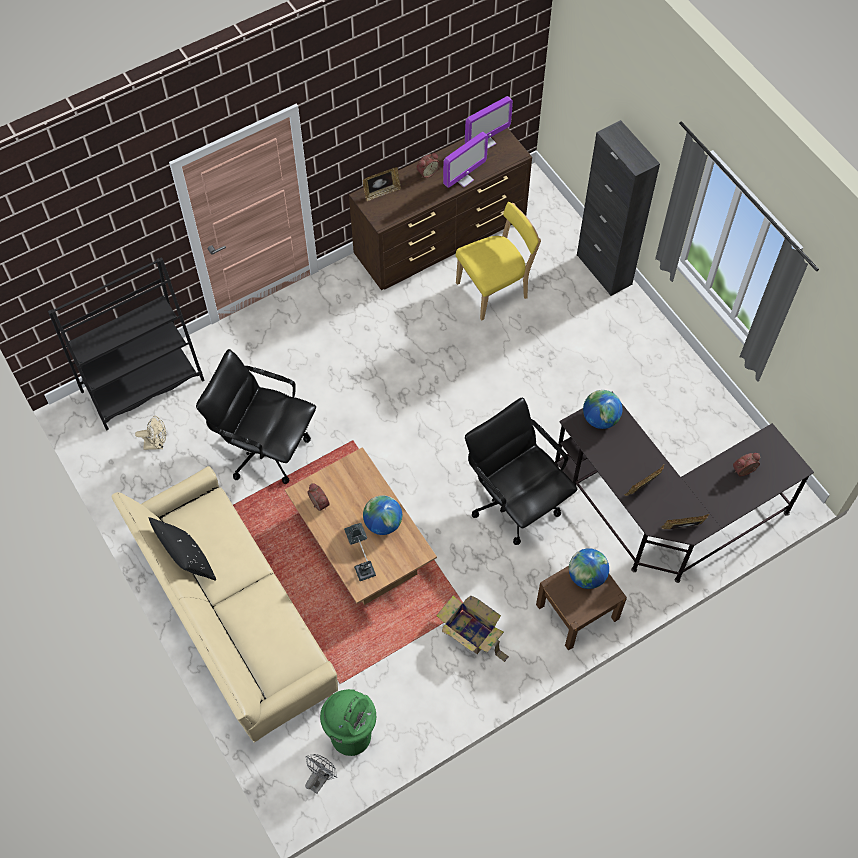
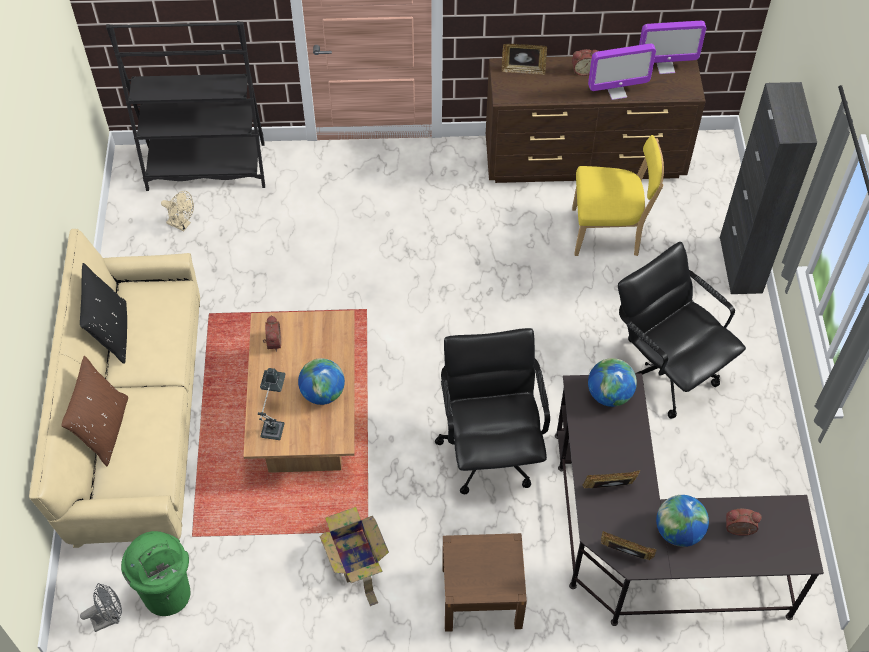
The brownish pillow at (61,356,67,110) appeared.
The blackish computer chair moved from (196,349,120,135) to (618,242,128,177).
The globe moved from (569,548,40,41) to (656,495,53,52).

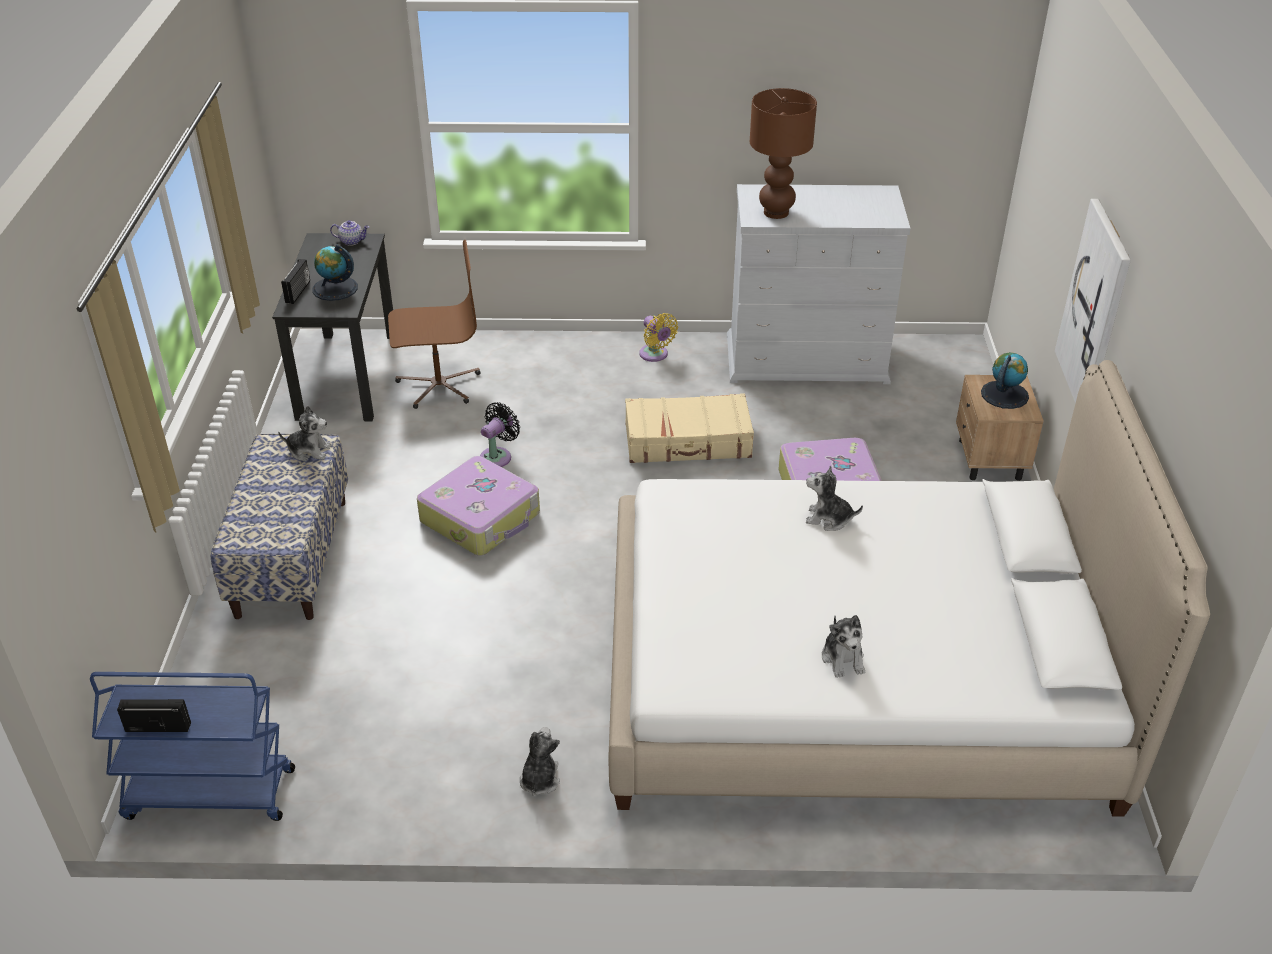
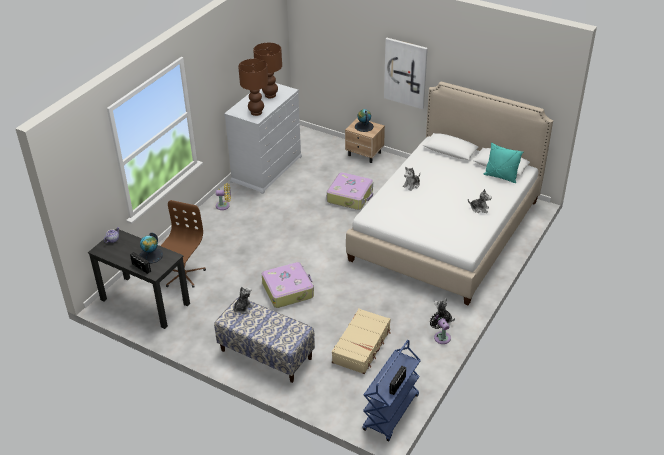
The brownish table lamp at (253,43,29,55) appeared.
The blue-green pillow at (483,143,40,40) appeared.
The blackish electric fan moved from (480,402,40,65) to (430,310,21,34).
The sand-coloured suitcase moved from (625,393,129,70) to (332,309,59,65).

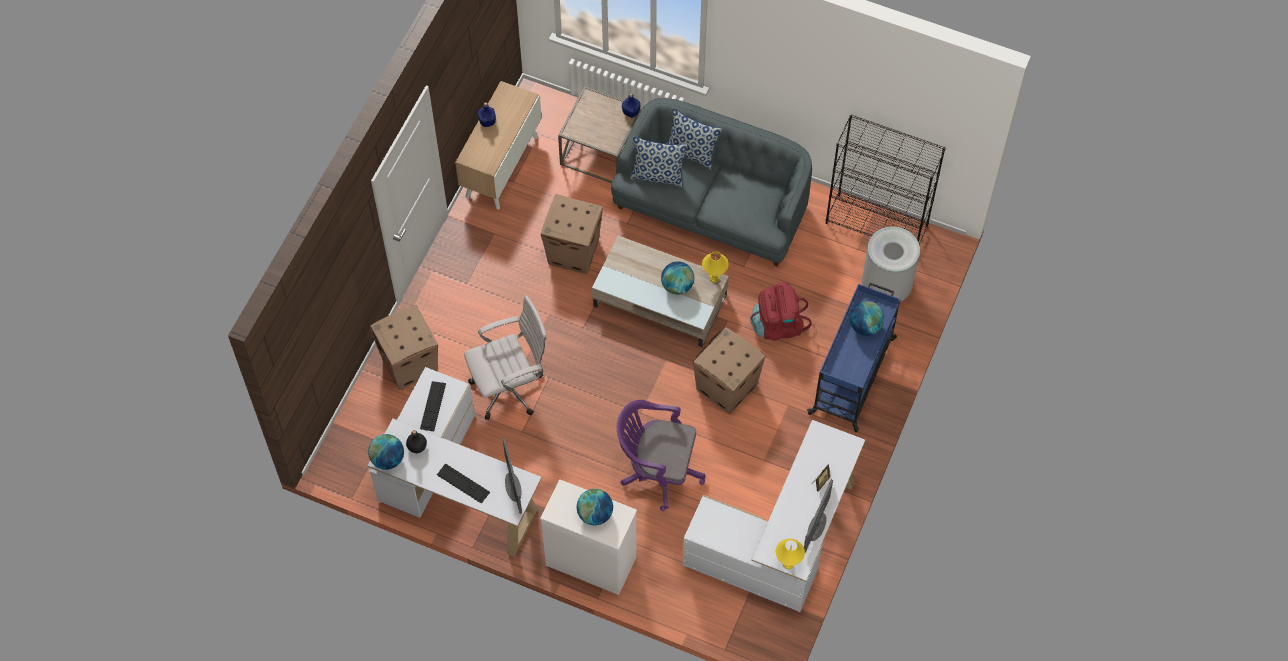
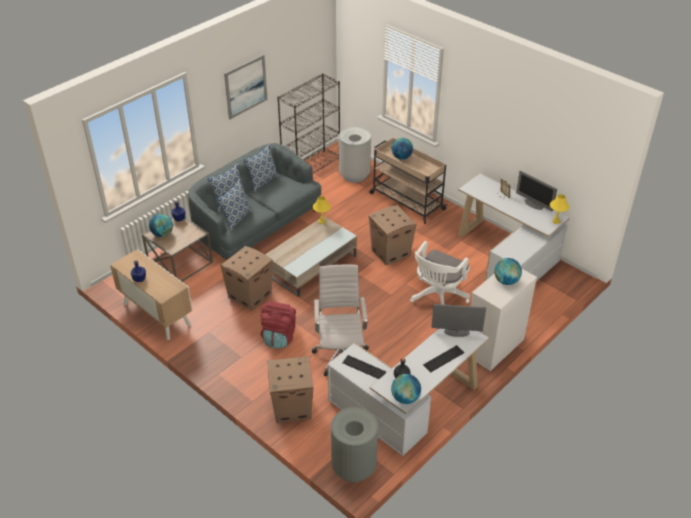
The wall picture at (224,54,43,65) appeared.
The pillow at (243,144,37,48) appeared.
The gray waste bin at (331,407,47,75) appeared.
The globe moved from (661,261,33,34) to (149,214,24,23).
The red-coloured knapsack moved from (750,282,62,59) to (260,301,36,48).
The purple-coloured computer chair at (617,400,88,111) became the whitish computer chair at (410,241,60,64).
The blue-coloured cart at (807,283,94,149) became the sand-coloured cart at (369,138,78,86).

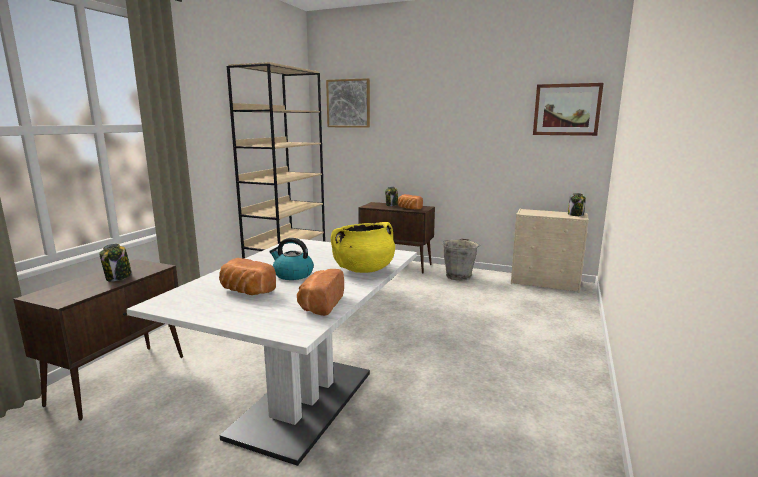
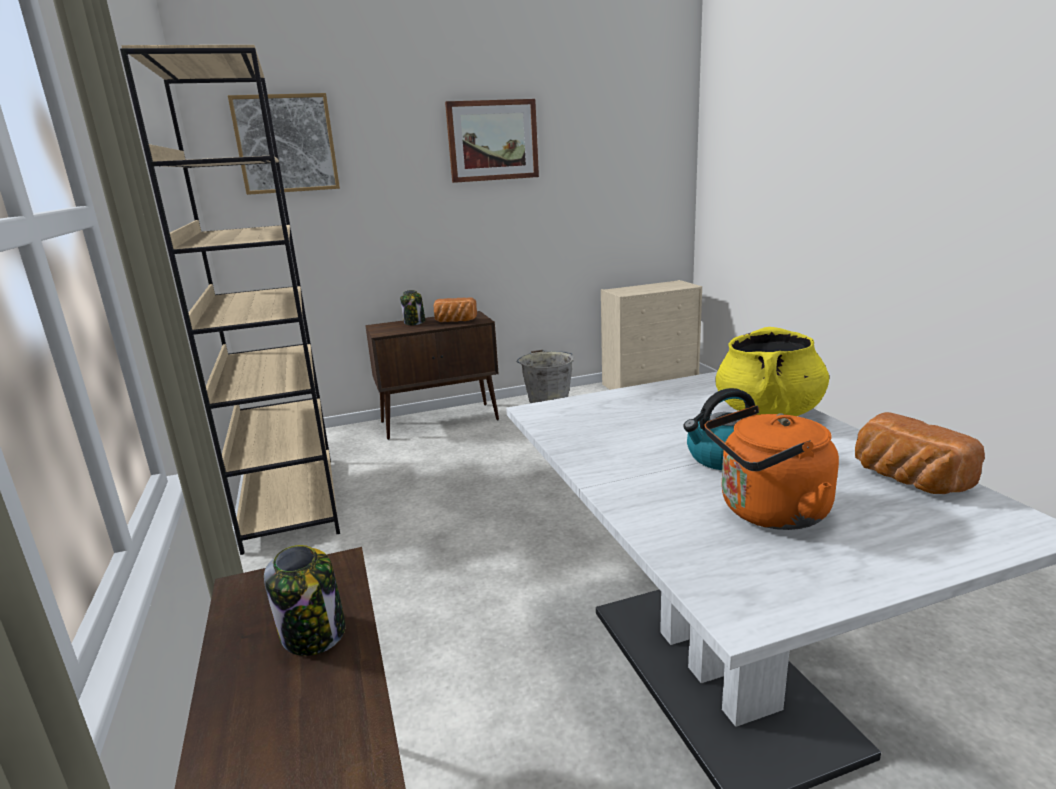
The preserve jar at (568,193,18,23) disappeared.
The wall picture moved from (533,83,71,53) to (445,99,94,84).
The bakery bread at (219,258,57,37) was replaced by the orange tea kettle at (705,405,134,125).

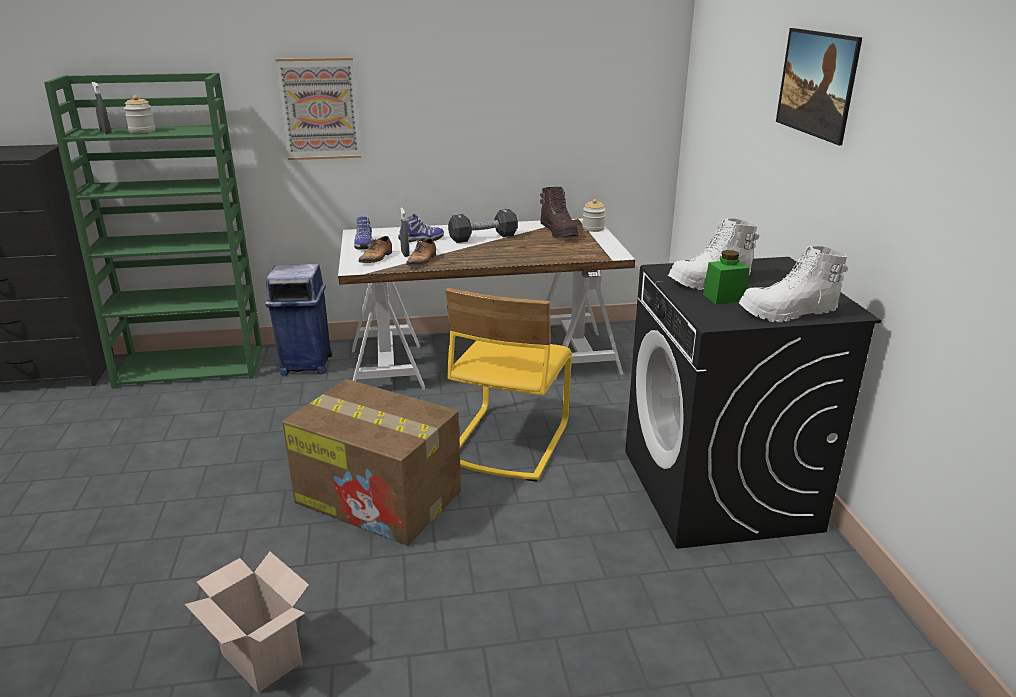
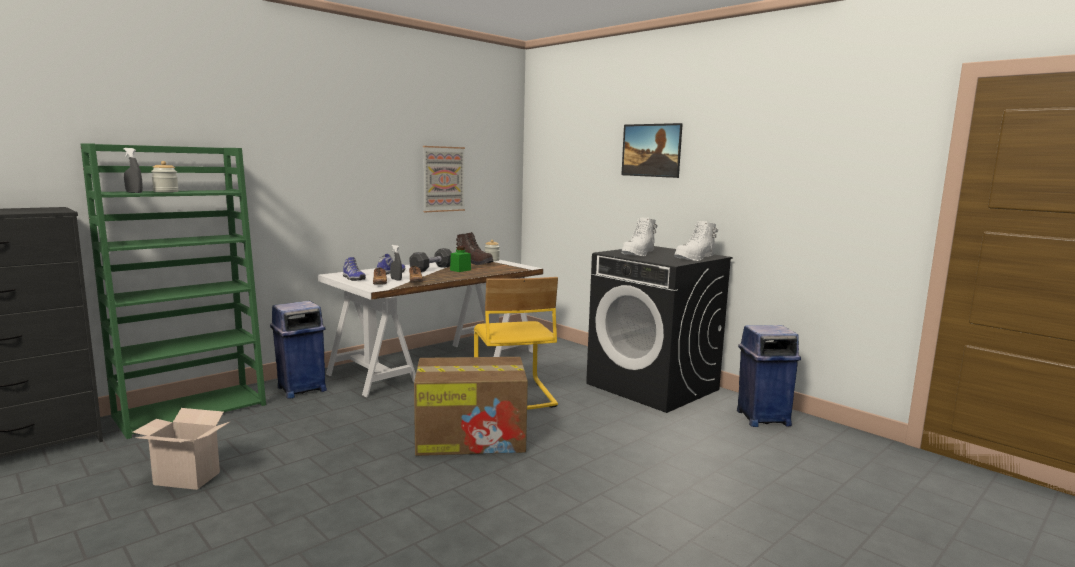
The blue-coloured waste bin at (737,325,64,102) appeared.
The cardboard box moved from (185,552,124,141) to (133,408,96,82).
The wall picture moved from (276,57,85,103) to (423,146,42,66).
The green-coloured preserve jar moved from (703,250,46,54) to (450,247,21,25).

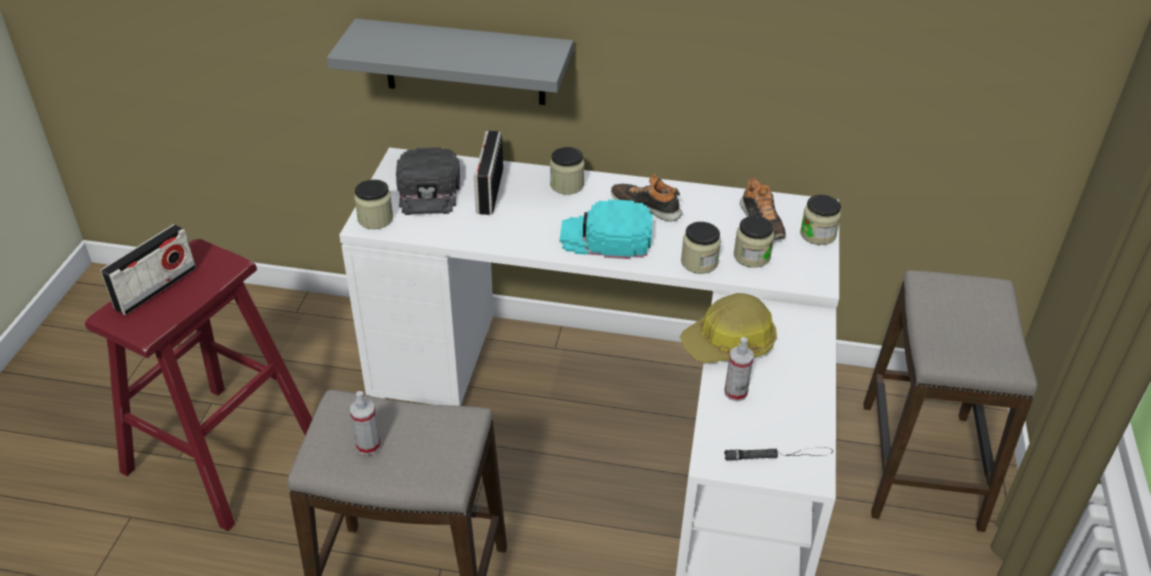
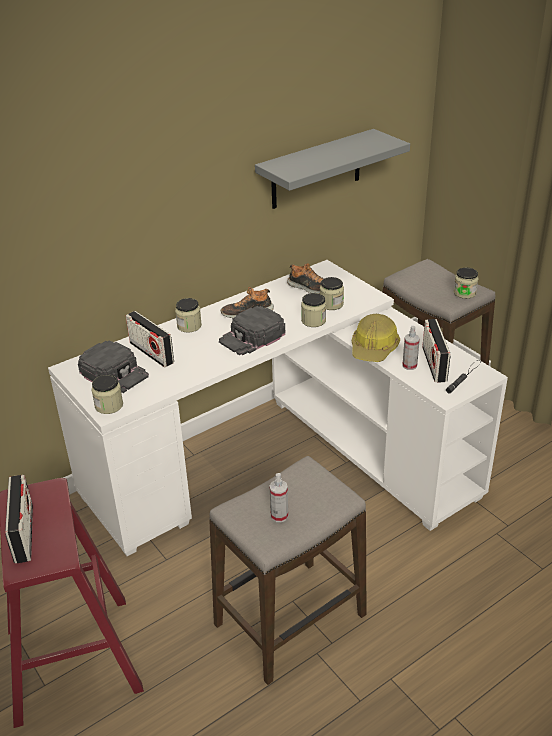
The radio receiver at (422,319,28,64) appeared.
The gray wall shelf moved from (327,18,246,87) to (255,129,155,80).
The preserve jar moved from (800,195,41,50) to (454,268,24,31).
The blue-green cap at (560,199,93,60) became the blackish cap at (219,306,66,49).

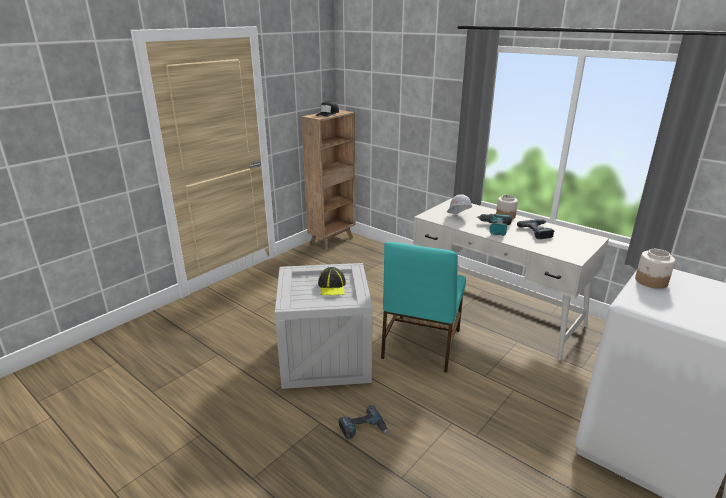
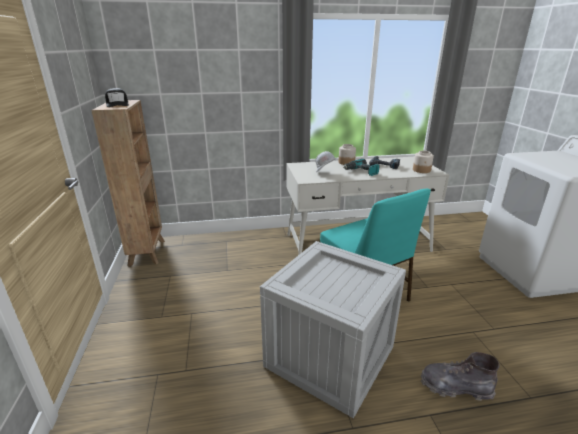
The cap at (318,267,28,28) disappeared.
The preserve jar moved from (635,249,40,40) to (413,151,21,22).
The power drill at (339,405,49,35) was replaced by the gray tall boot at (421,352,78,49).

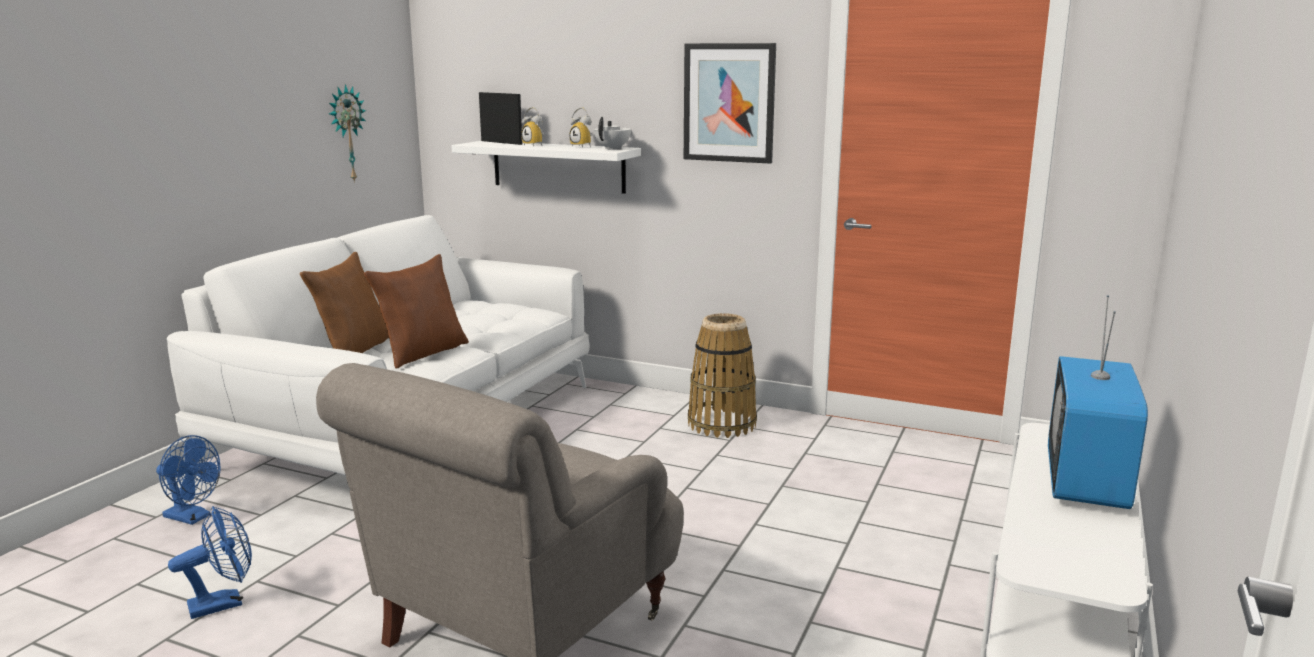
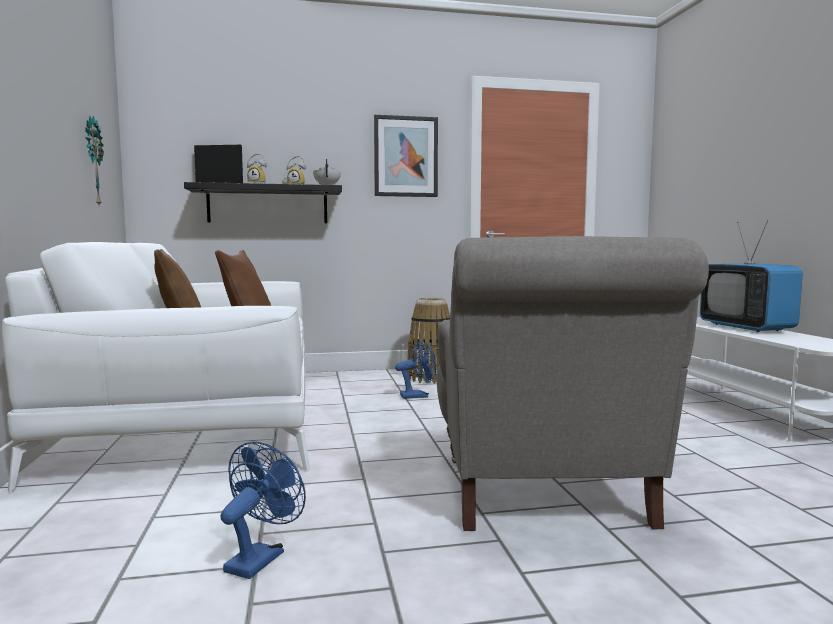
The blue-coloured electric fan moved from (156,435,65,90) to (395,340,41,59).
The whitish wall shelf at (451,141,190,53) became the blackish wall shelf at (184,182,158,41).

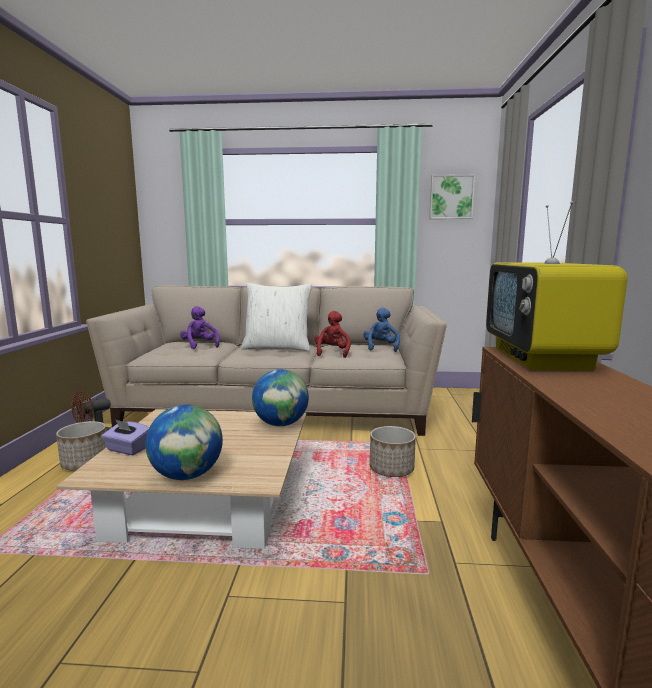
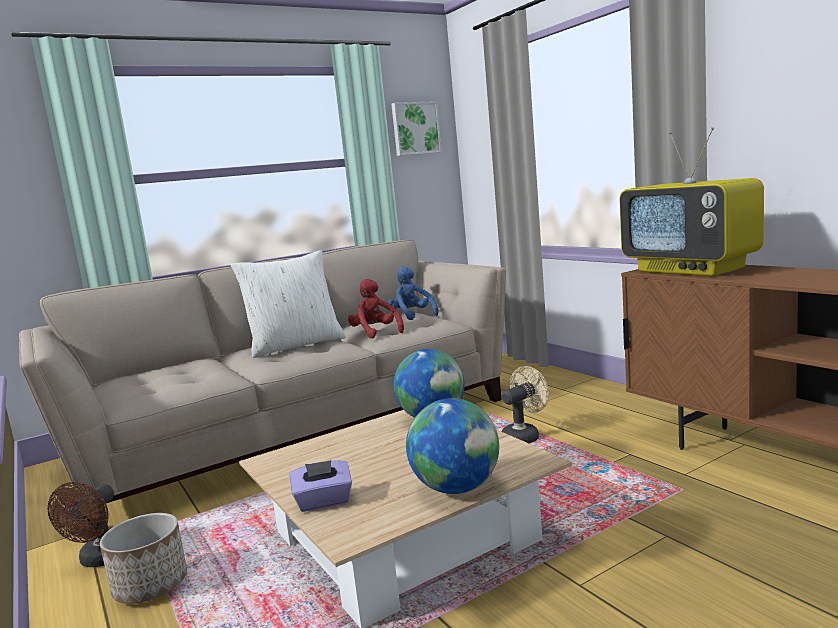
The purple-coloured plush toy at (180,306,40,43) disappeared.
The planter at (370,426,46,51) was replaced by the sand-coloured electric fan at (502,366,47,78).

